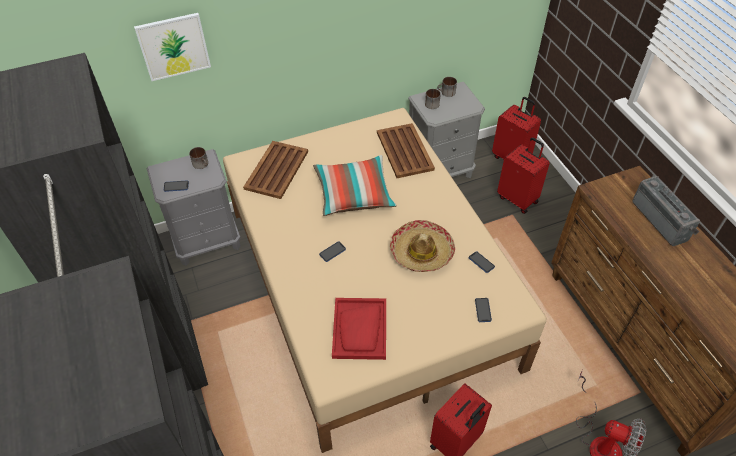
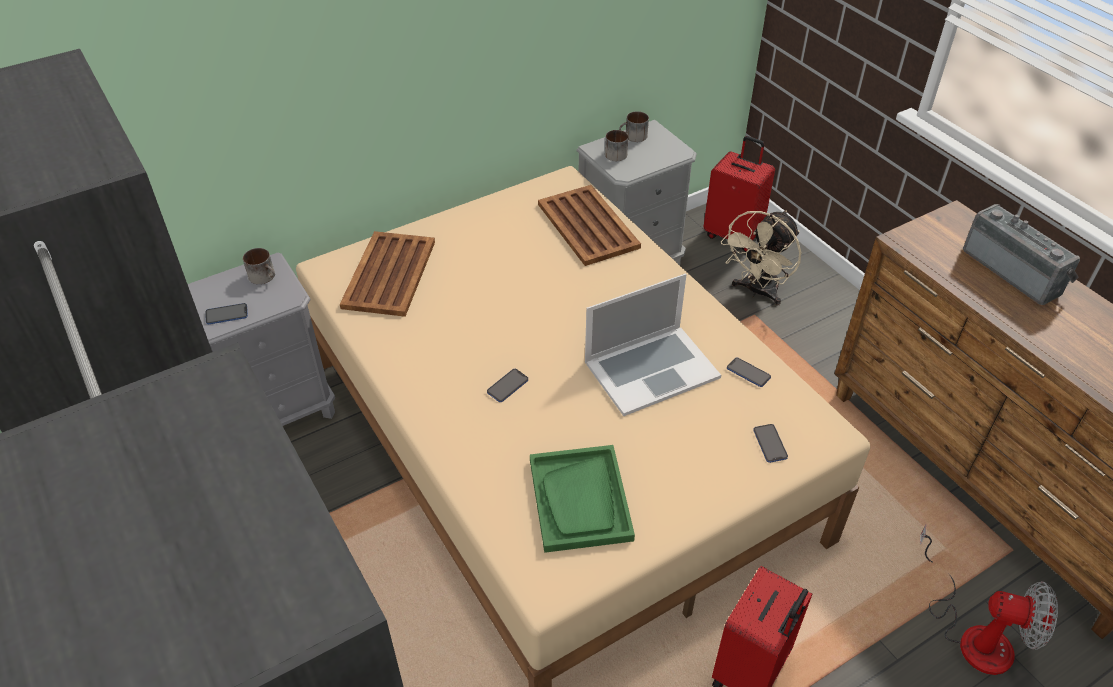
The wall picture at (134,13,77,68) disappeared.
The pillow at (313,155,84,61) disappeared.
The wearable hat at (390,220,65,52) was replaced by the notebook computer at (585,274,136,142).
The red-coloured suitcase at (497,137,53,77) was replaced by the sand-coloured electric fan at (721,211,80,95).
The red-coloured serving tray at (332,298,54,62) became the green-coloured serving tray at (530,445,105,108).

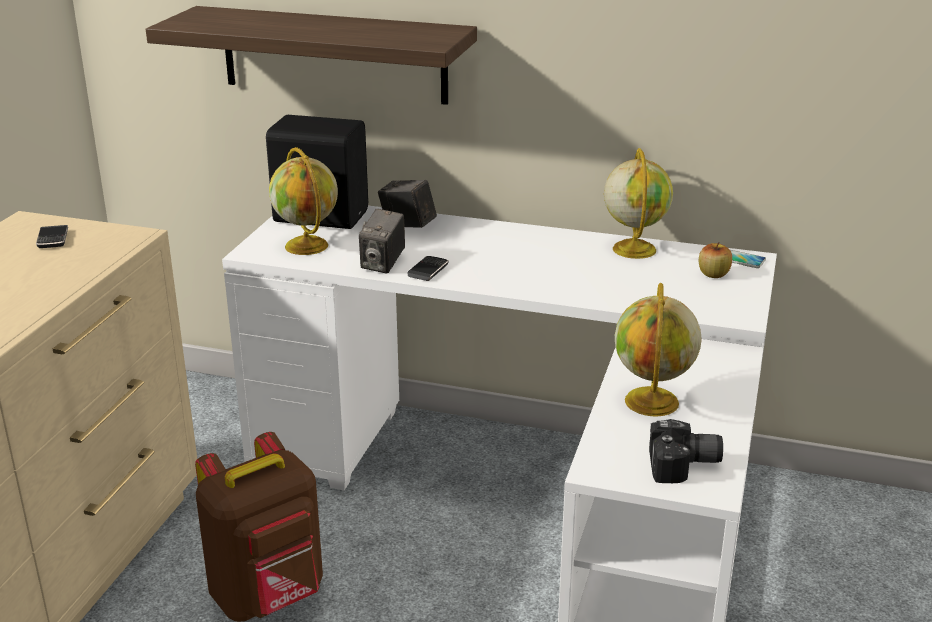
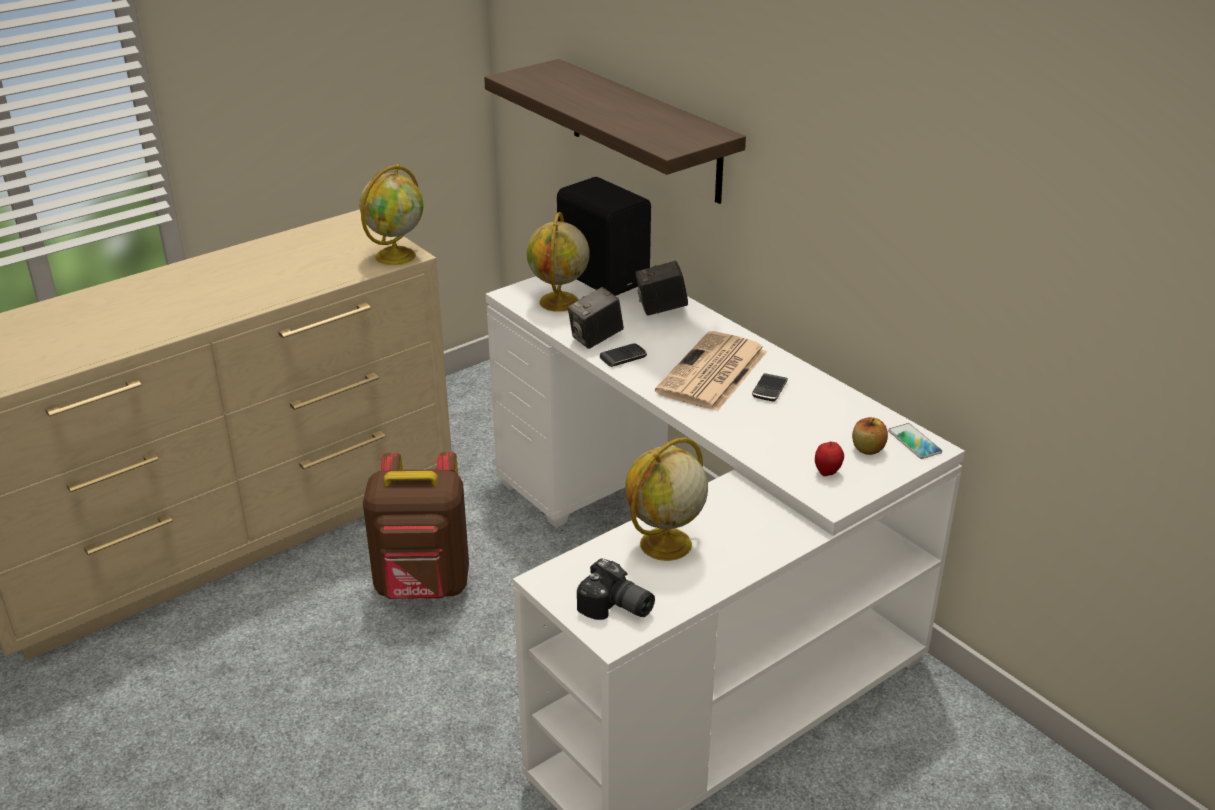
The printed paper at (655,331,112,80) appeared.
The apple at (815,442,29,34) appeared.
The telephone moved from (36,225,32,23) to (752,373,36,28).
The globe moved from (604,148,69,111) to (359,164,65,101).
The photo camera at (378,180,59,48) turned 75 degrees counterclockwise.

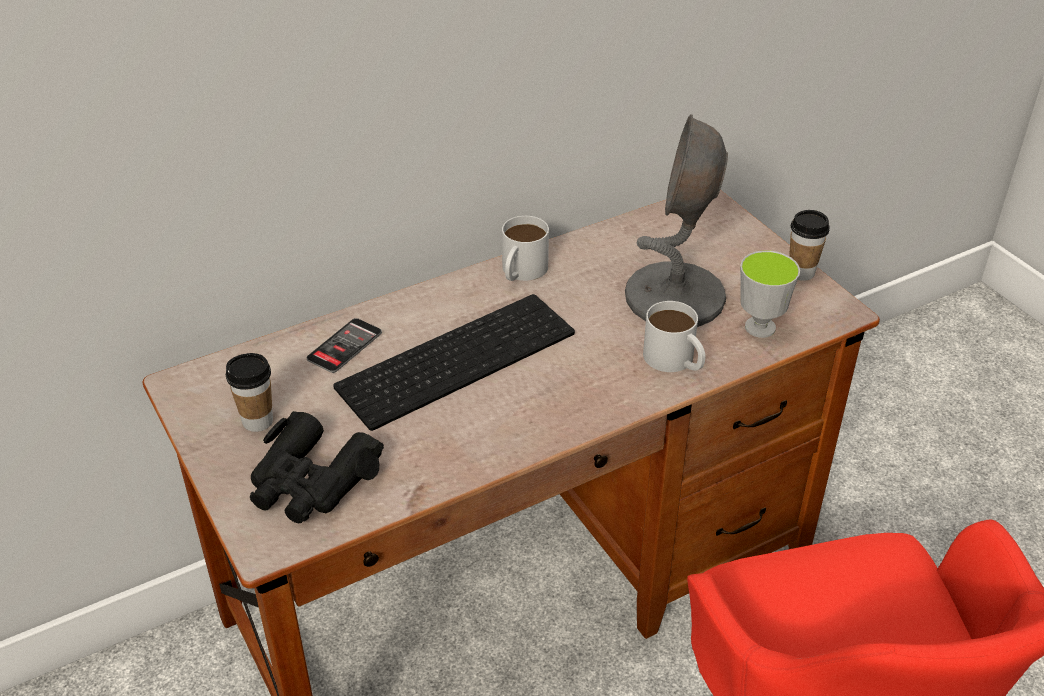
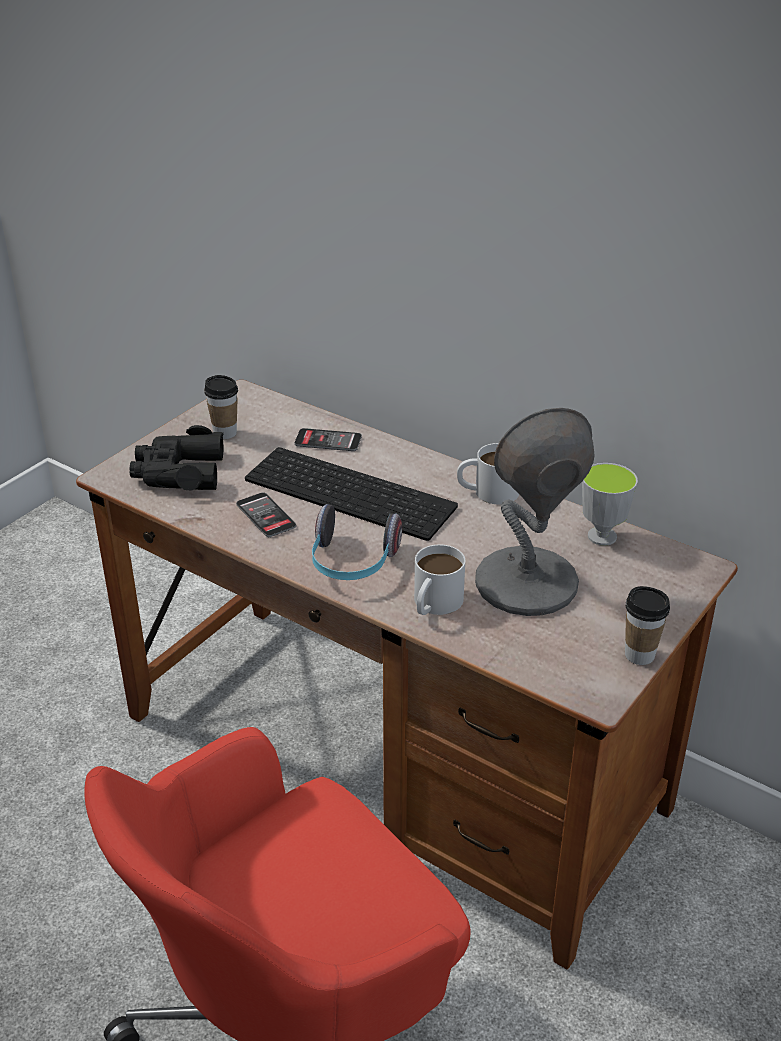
The telephone at (236,492,60,45) appeared.
The headset at (312,504,90,76) appeared.
The drinking cup moved from (740,250,60,88) to (582,463,56,83).

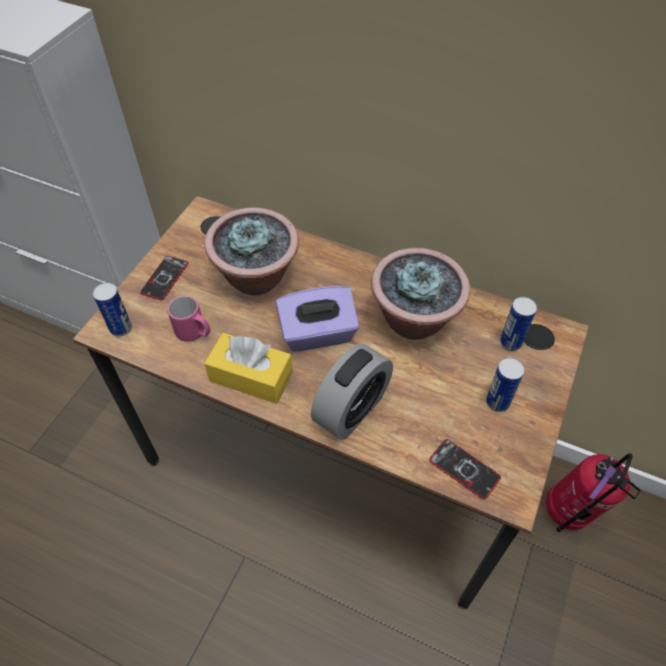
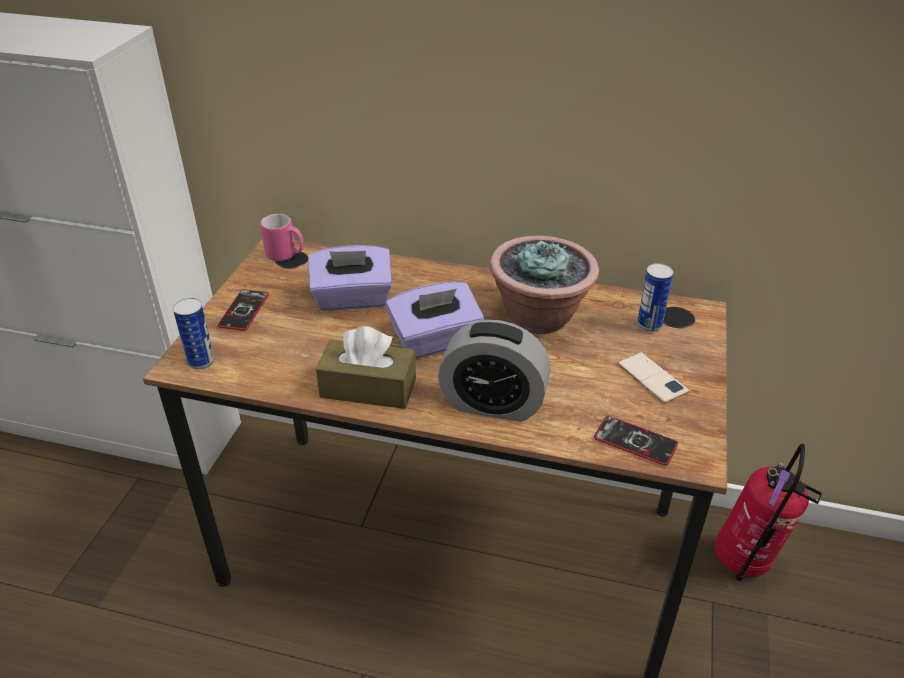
The pink-coloured coffee mug moved from (167,296,43,46) to (260,214,44,47).
The potted plant at (205,208,94,87) was replaced by the purple-coloured tissue box at (308,245,84,66).
The metal can at (486,358,39,54) was replaced by the telephone at (618,352,71,52).
The yellow tissue box at (204,333,89,71) became the brownish tissue box at (316,326,100,83).
The bedside clock at (311,344,82,96) turned 75 degrees clockwise.

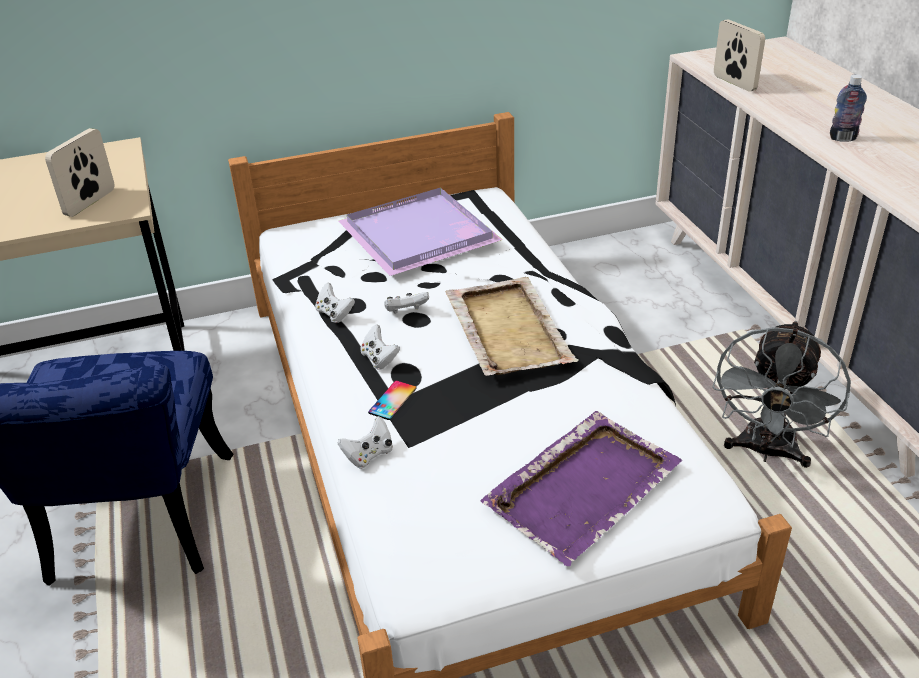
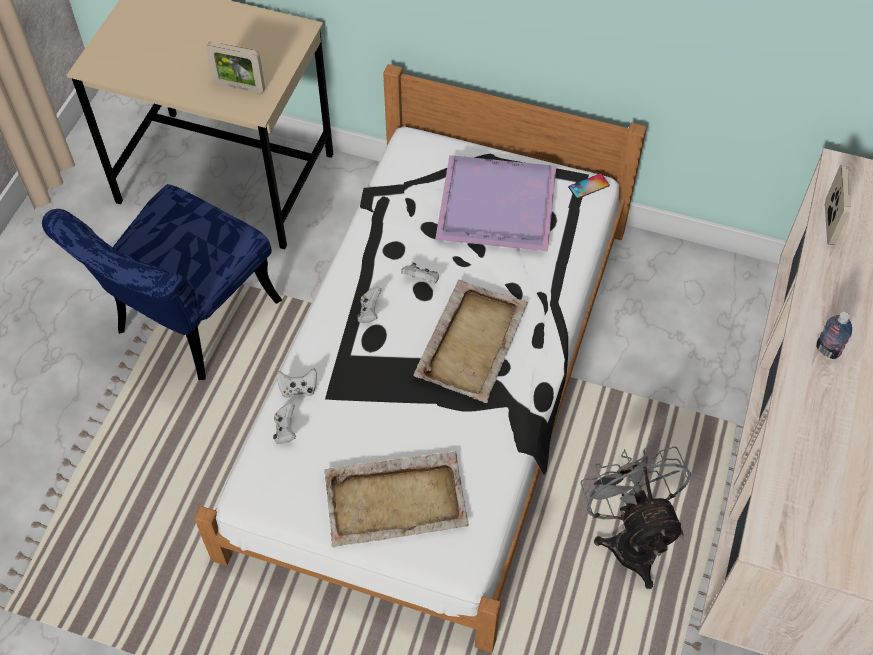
The whitish gamepad moved from (315,282,40,41) to (273,402,23,42).
The telephone moved from (368,380,49,40) to (568,173,42,26).
The purple-coloured serving tray at (481,411,201,155) became the sand-coloured serving tray at (324,452,145,96).
The picture frame at (45,128,70,89) turned 135 degrees counterclockwise.
The gray electric fan at (712,321,139,147) turned 105 degrees clockwise.

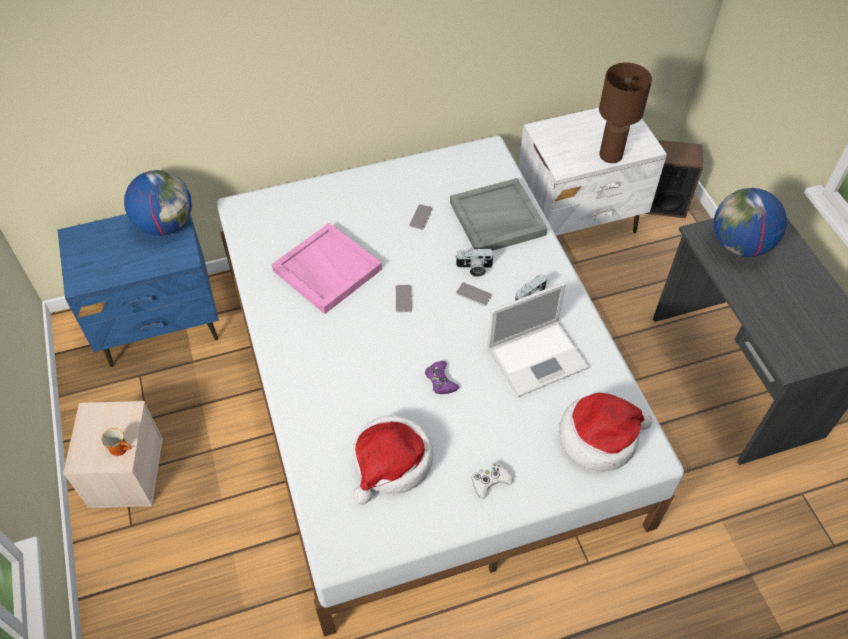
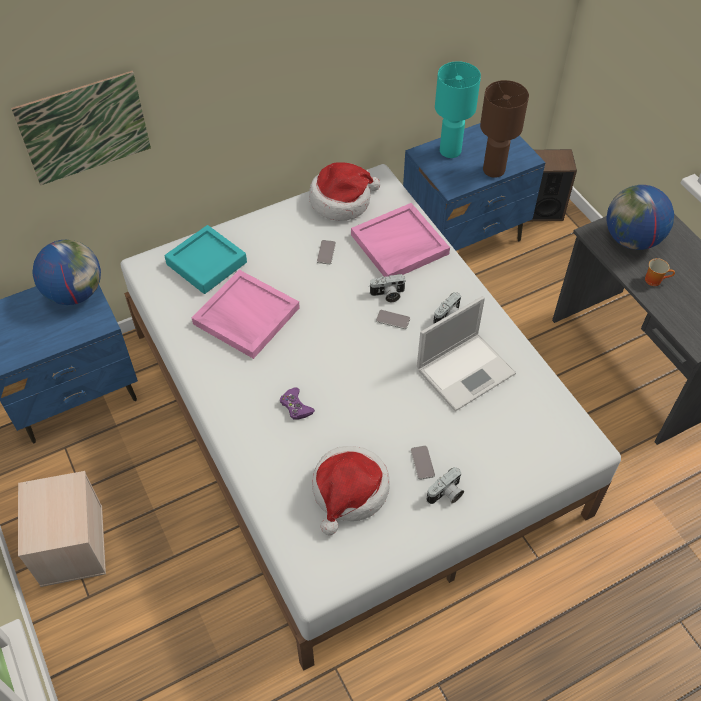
The wall picture at (11,71,140,115) appeared.
The blue-green serving tray at (165,225,82,69) appeared.
The blue-green table lamp at (435,61,46,97) appeared.
The coffee mug moved from (101,428,31,28) to (645,258,30,28).
The telephone moved from (395,285,17,27) to (410,445,25,35).
The purple-coloured gamepad moved from (425,361,34,33) to (280,387,35,33).
The wearable hat moved from (559,393,93,79) to (309,162,71,59).
The whitish gamepad at (471,462,42,38) was replaced by the photo camera at (426,467,38,37).
The gray serving tray at (450,178,97,73) became the pink-coloured serving tray at (351,203,99,74).
The whitish bedside table at (518,108,149,128) became the blue-coloured bedside table at (403,123,143,128).

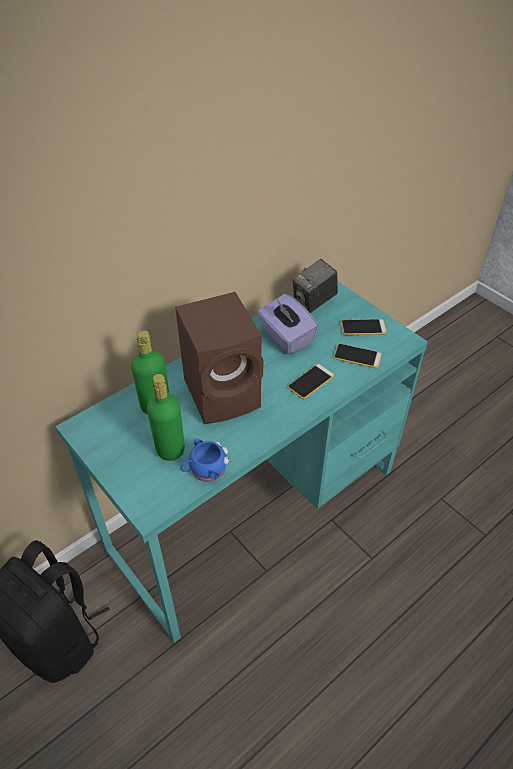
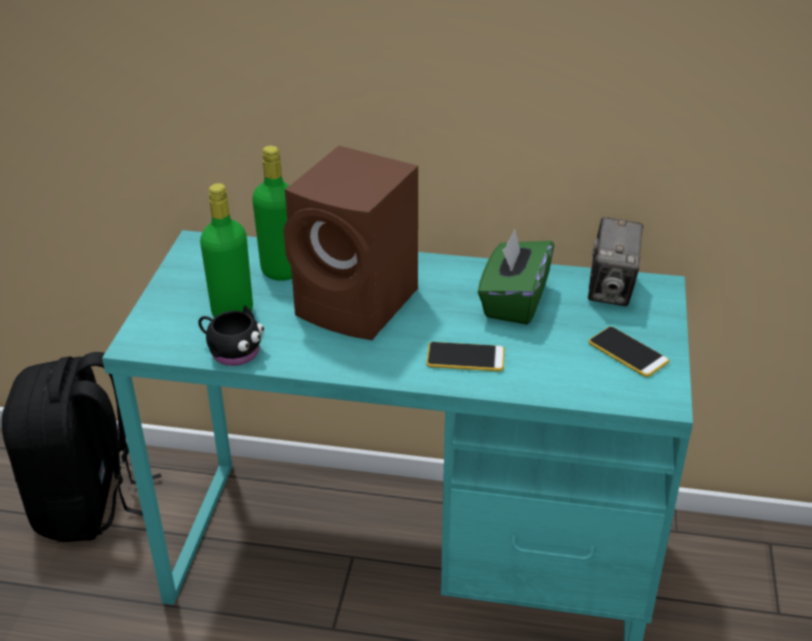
The telephone at (334,344,48,25) disappeared.
The blue-coloured coffee mug at (180,438,49,44) became the blackish coffee mug at (198,306,66,60).
The purple-coloured tissue box at (258,294,61,60) became the green-coloured tissue box at (478,230,76,95).
The photo camera at (292,259,46,54) turned 90 degrees counterclockwise.

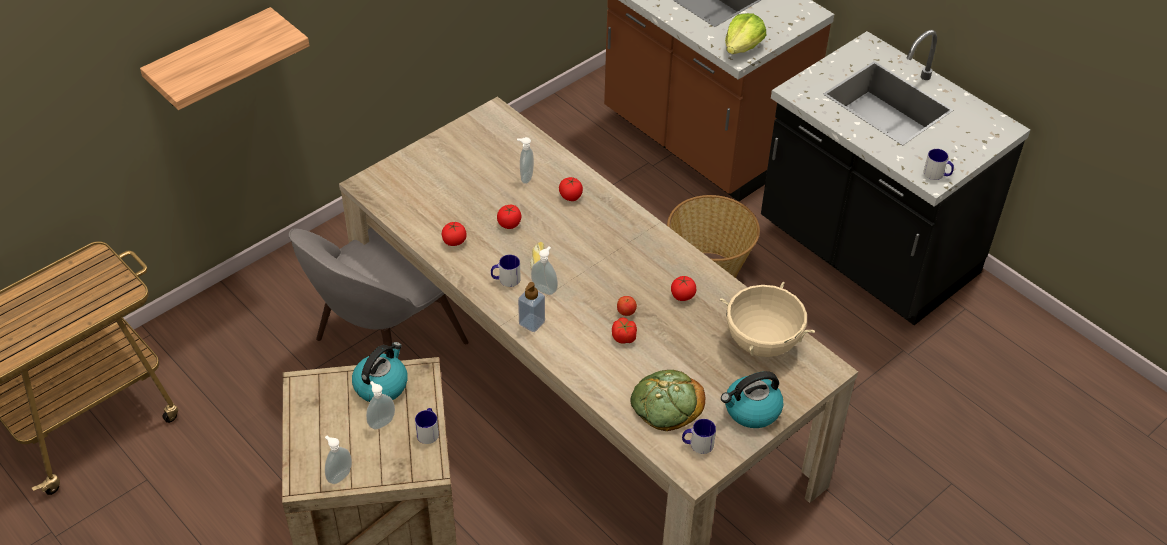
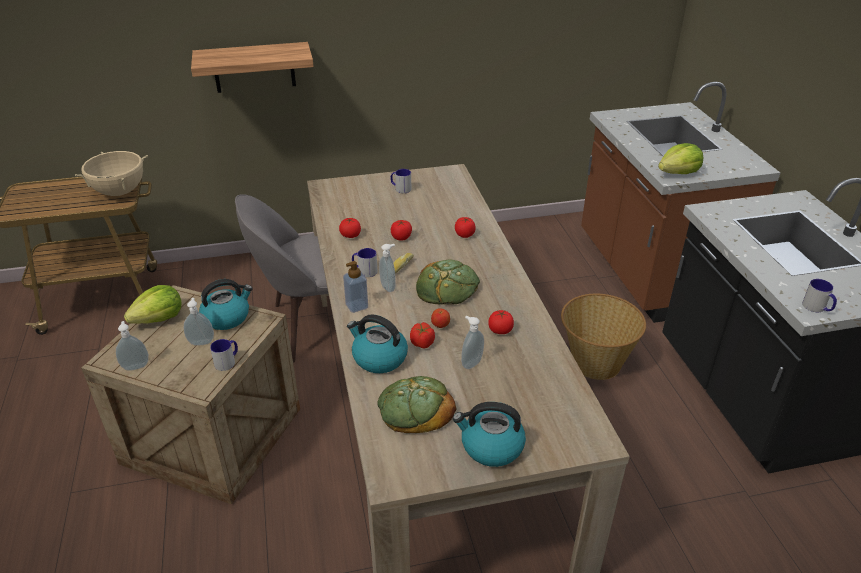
The head of lettuce at (124,285,58,39) appeared.
The tea kettle at (347,314,61,59) appeared.
The bakery bread at (416,259,64,46) appeared.
The soap bottle moved from (517,137,17,47) to (461,316,23,53).
The coffee mug moved from (682,419,34,35) to (390,169,21,24).
The sand-coloured stockpot moved from (720,281,95,76) to (75,151,73,45).

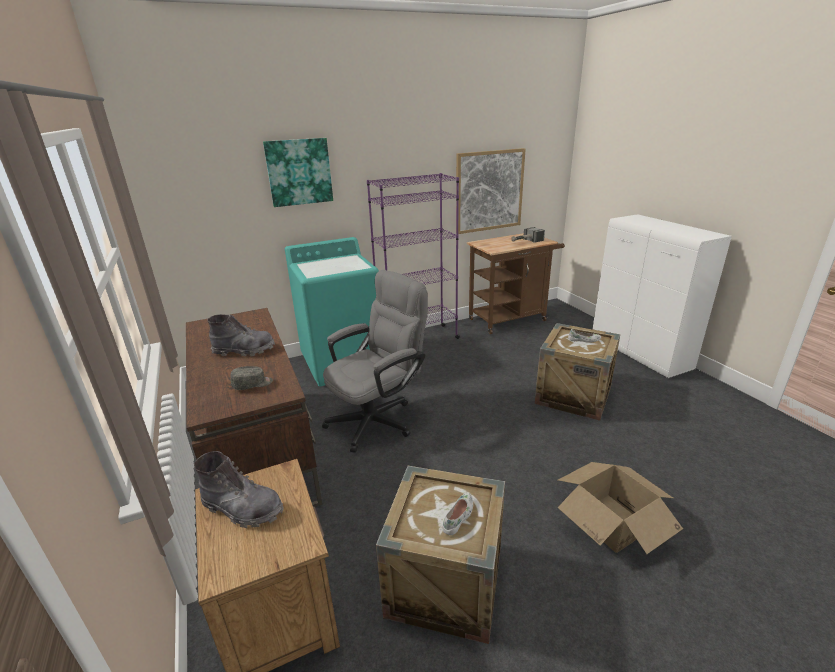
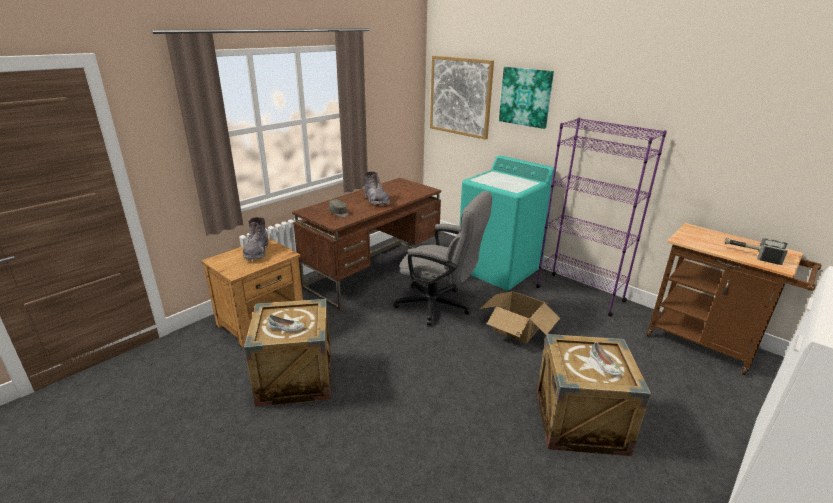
The wall picture moved from (456,148,69,86) to (430,56,64,84).
The cardboard box moved from (558,462,125,92) to (480,291,80,53).

